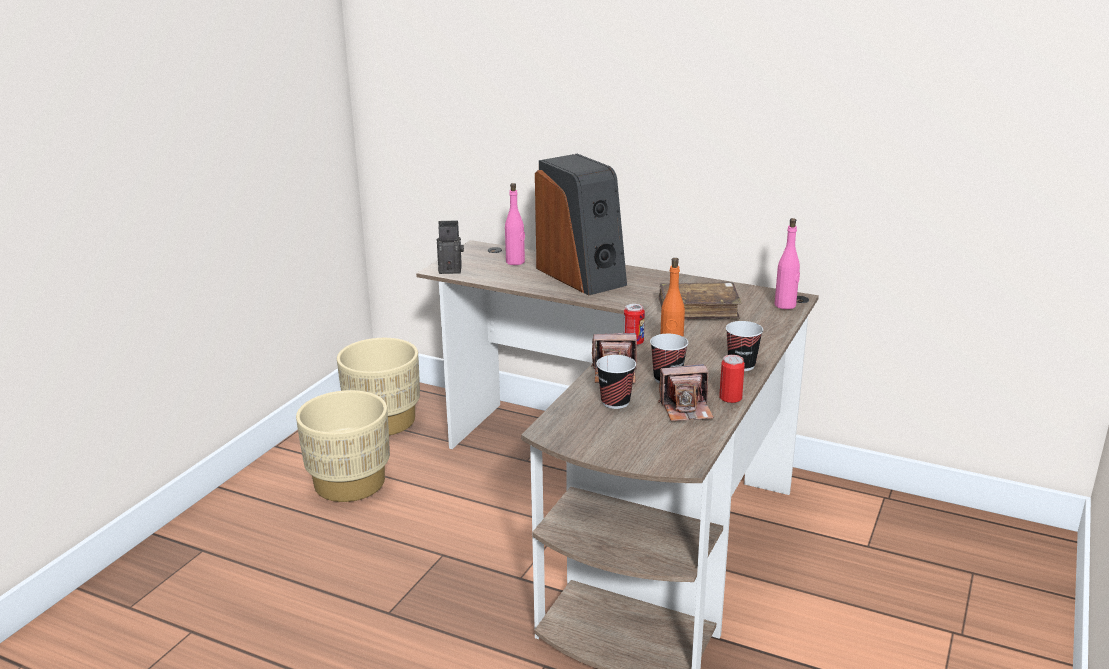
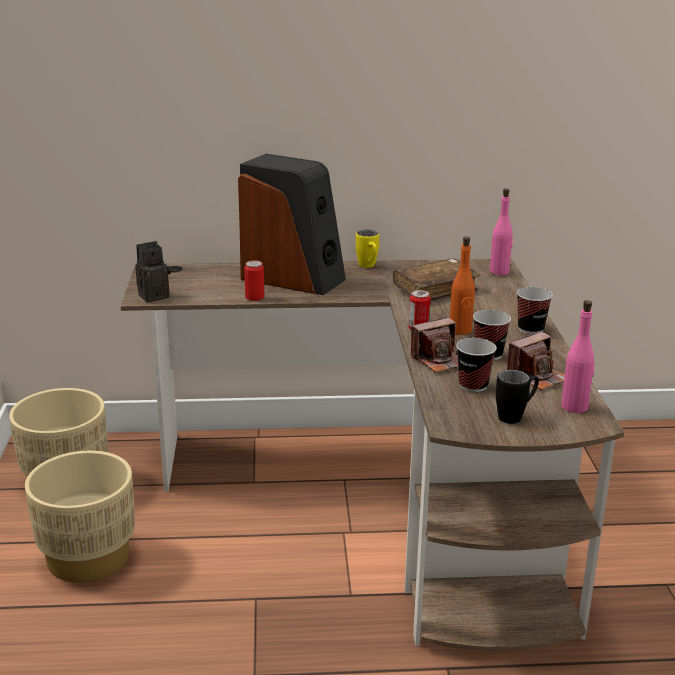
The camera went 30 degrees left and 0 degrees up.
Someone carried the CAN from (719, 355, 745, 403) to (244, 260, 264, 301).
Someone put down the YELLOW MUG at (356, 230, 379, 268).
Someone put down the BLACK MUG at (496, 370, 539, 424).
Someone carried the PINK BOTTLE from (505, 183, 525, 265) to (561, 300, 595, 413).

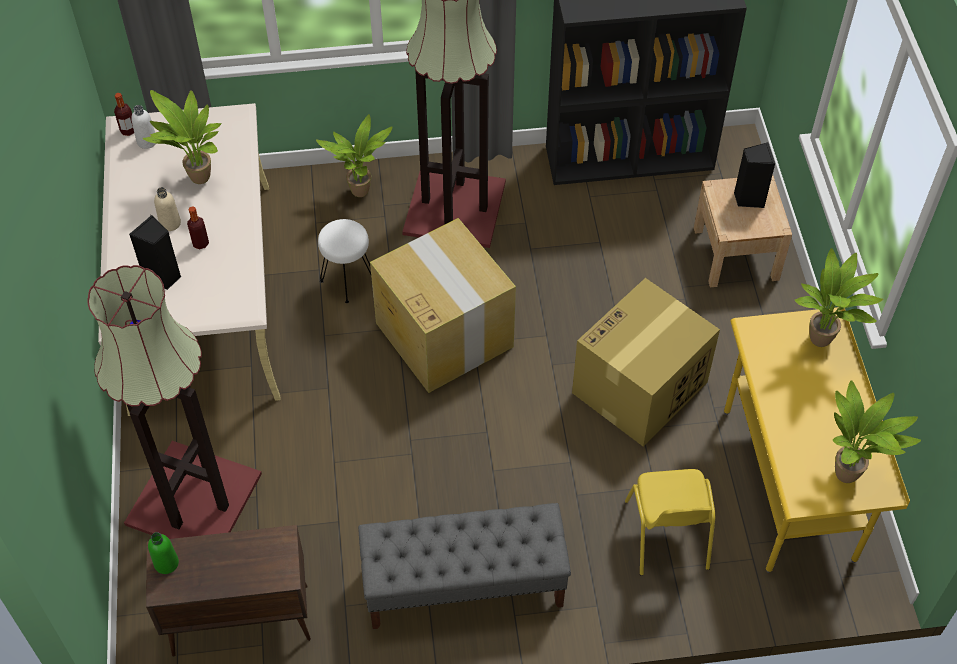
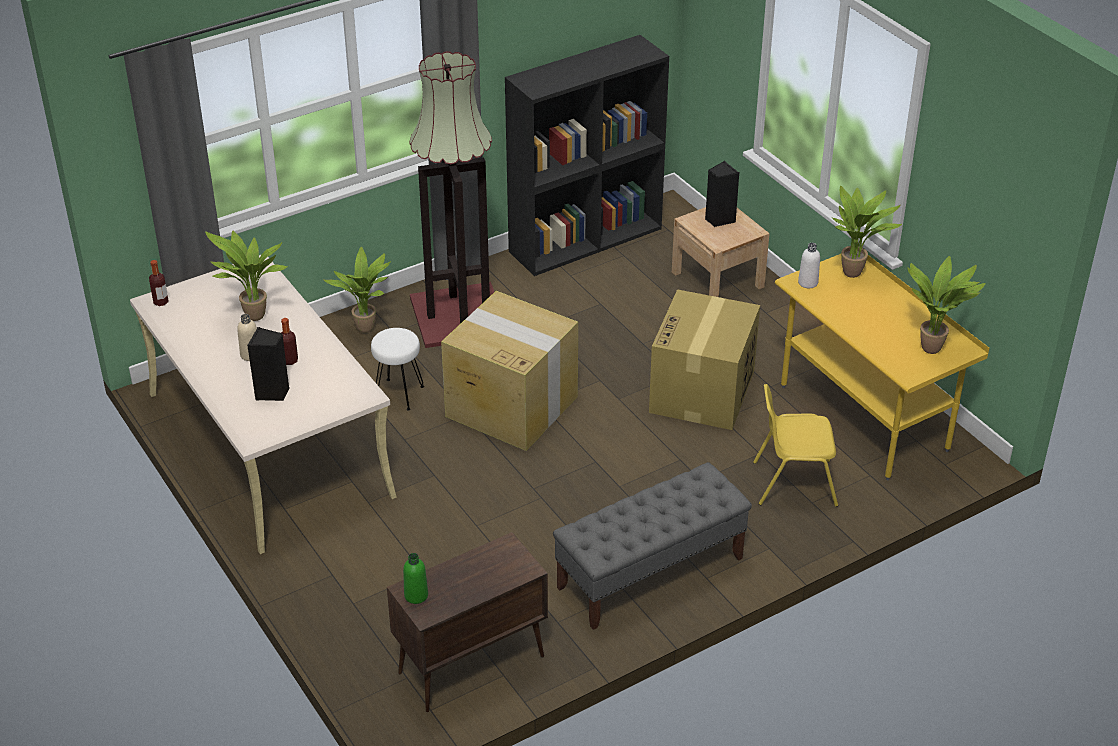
The camera went 25 degrees left and 15 degrees down.
Someone rotated the YELLOW CHAIR at (625, 469, 715, 576) by 120 degrees clockwise.
Someone carried the WHITE BOTTLE from (131, 105, 156, 149) to (798, 243, 820, 288).
Someone took away the FLOOR LAMP at (87, 265, 262, 539).

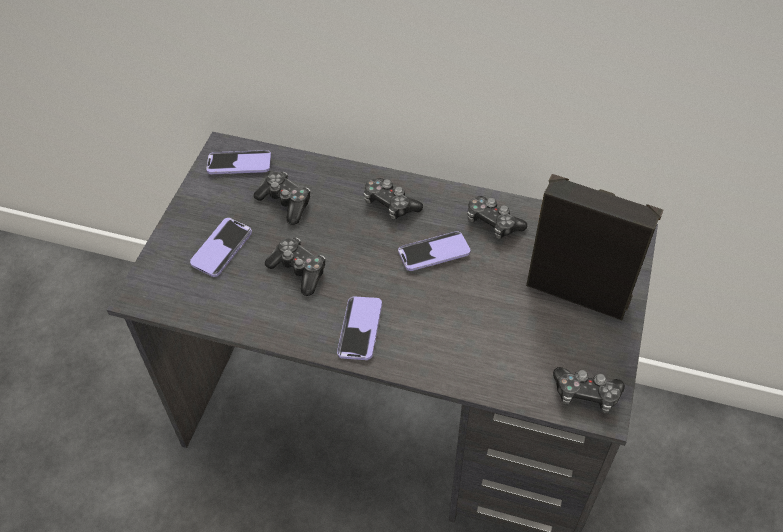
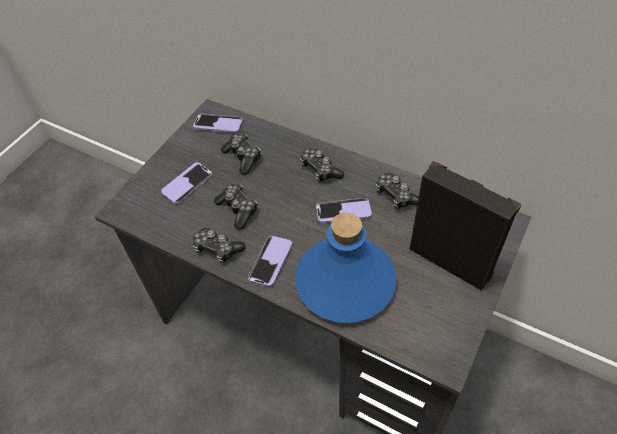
The camera went 15 degrees right and 0 degrees up.
Someone carried the GAME CONTROLLER from (553, 367, 625, 413) to (192, 228, 246, 263).
Someone put down the BLUE BOTTLE at (295, 213, 397, 323).

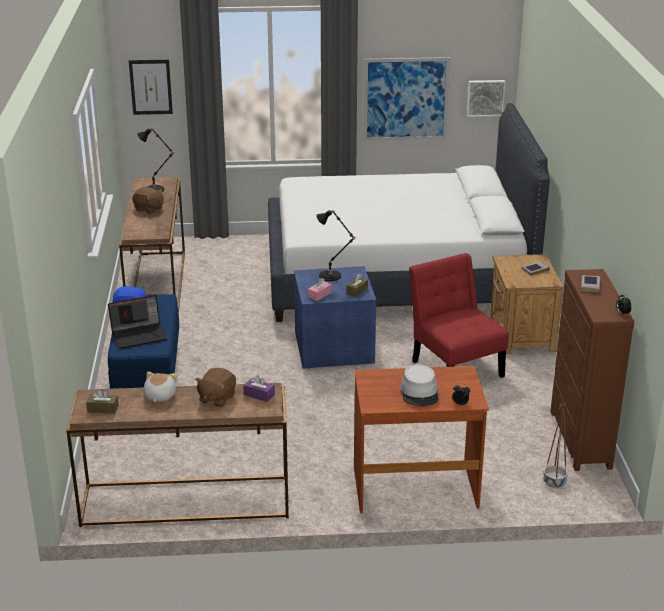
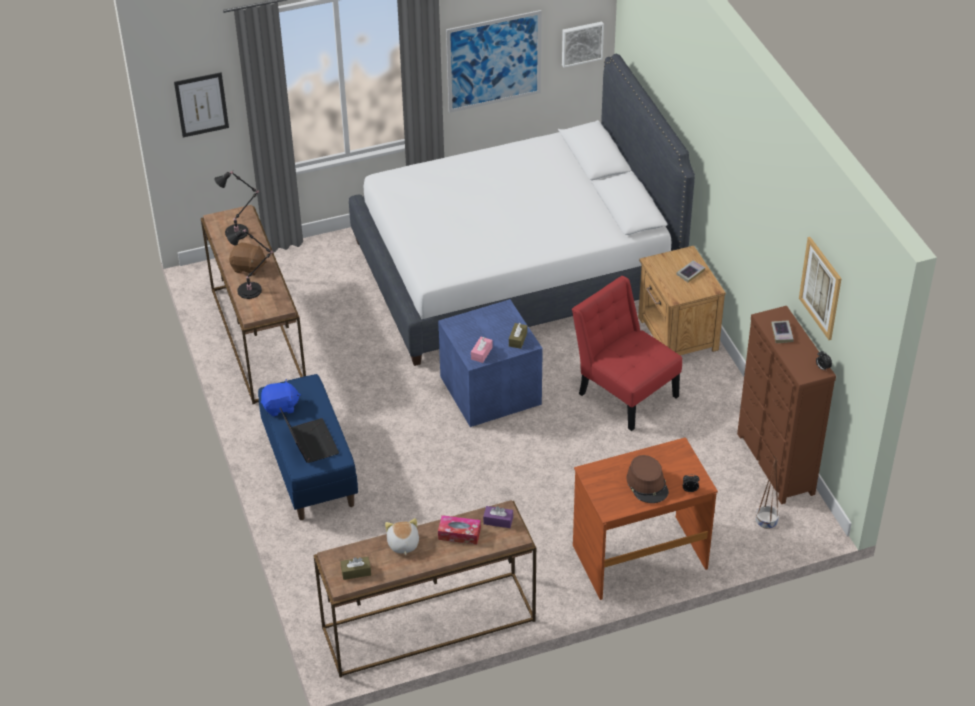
The camera went 15 degrees left and 15 degrees up.
Someone carried the BLACK TABLE LAMP from (316, 210, 356, 281) to (227, 229, 273, 299).
Someone rotated the LAPTOP at (108, 295, 168, 349) by 75 degrees counterclockwise.
Someone swapped the BROWN PLUSH TOY at (195, 368, 236, 407) for the TISSUE BOX at (438, 515, 481, 544).
Someone repainted the GREY HAT at (400, 364, 438, 406), which became the BROWN HAT at (627, 455, 669, 503).
Someone put up the PICTURE at (799, 237, 842, 340).

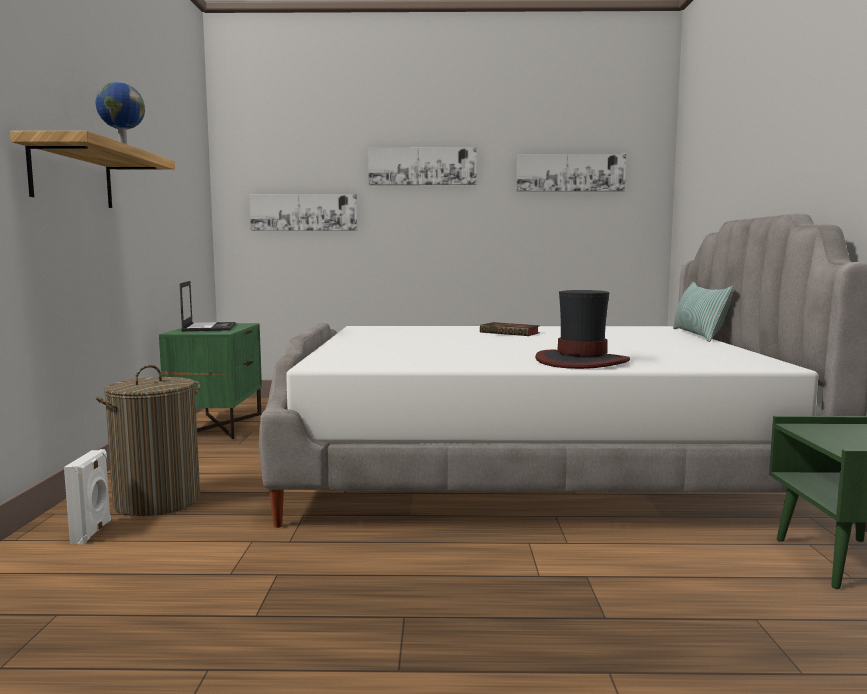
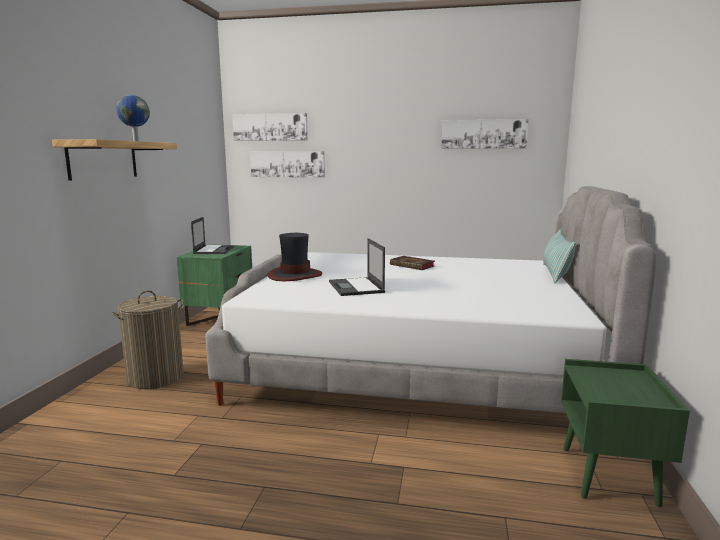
The camera went 10 degrees right and 5 degrees up.
Someone carried the PICTURE from (368, 147, 477, 185) to (232, 113, 308, 141).
Someone carried the HAT from (535, 290, 630, 369) to (268, 233, 322, 281).
Someone put down the LAPTOP at (329, 238, 385, 296).
Someone took away the WHITE SPEAKER at (64, 449, 111, 545).

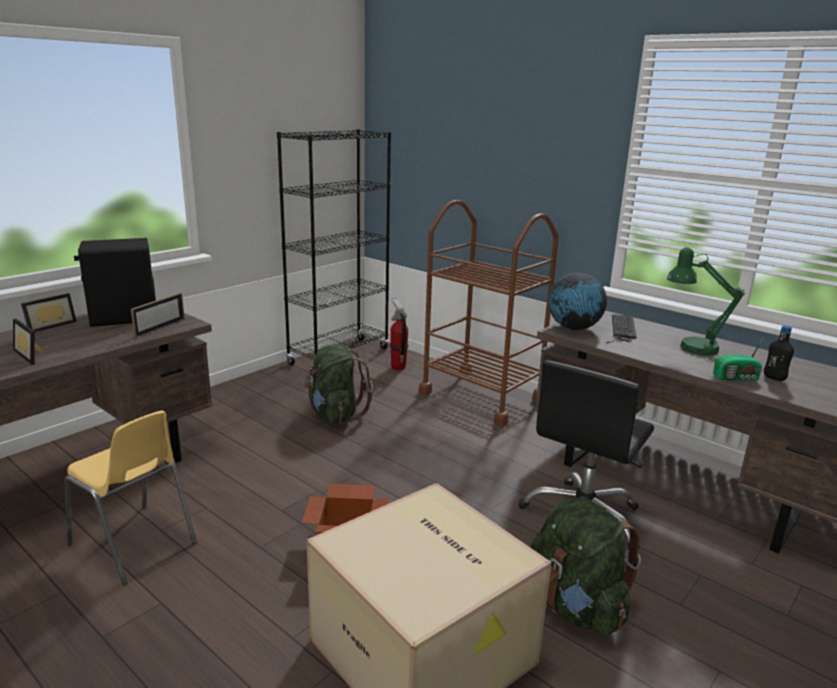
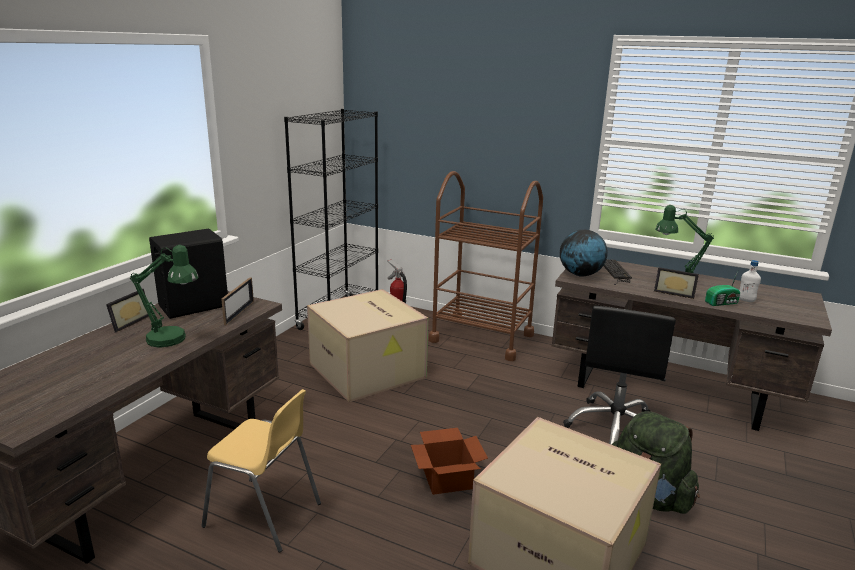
The camera went 15 degrees left and 0 degrees up.
Someone put down the GREEN TABLE LAMP at (130, 245, 199, 347).
Someone swapped the GREEN BACKPACK at (303, 344, 373, 424) for the CARDBOARD BOX at (307, 289, 428, 402).
Someone carried the PICTURE FRAME from (13, 318, 44, 365) to (654, 267, 699, 299).
Someone repainted the BLACK BOTTLE at (764, 325, 794, 381), which became the WHITE BOTTLE at (739, 260, 761, 302).

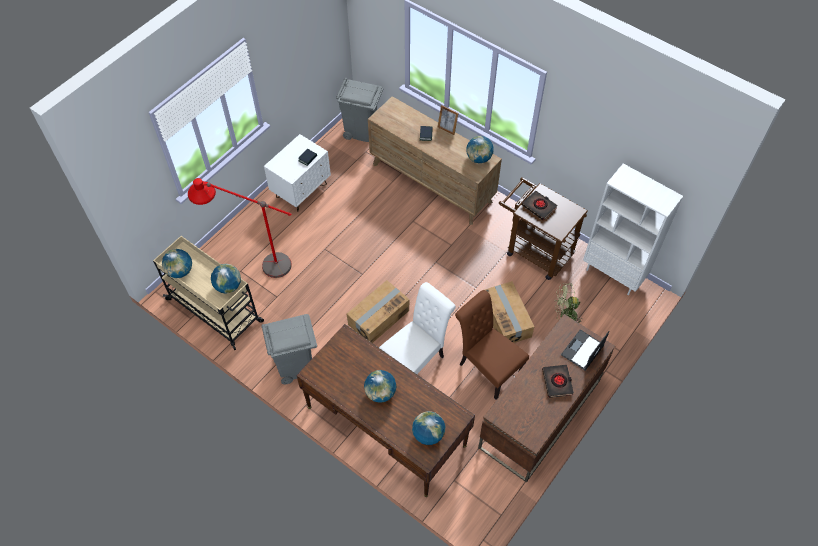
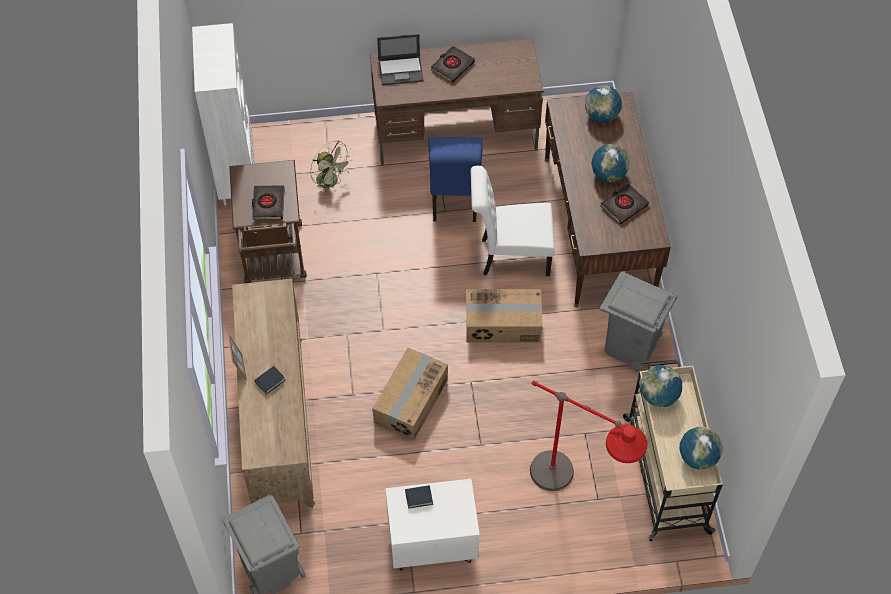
The camera went 135 degrees left and 0 degrees up.
Someone carried the CARDBOARD BOX from (485, 281, 534, 343) to (372, 348, 448, 441).
Someone repainted the BROWN CHAIR at (455, 290, 529, 400), which became the BLUE CHAIR at (429, 137, 483, 222).
Someone put down the BLACK BOOK at (600, 183, 649, 224).
Someone took away the GLOBE at (466, 136, 494, 163).

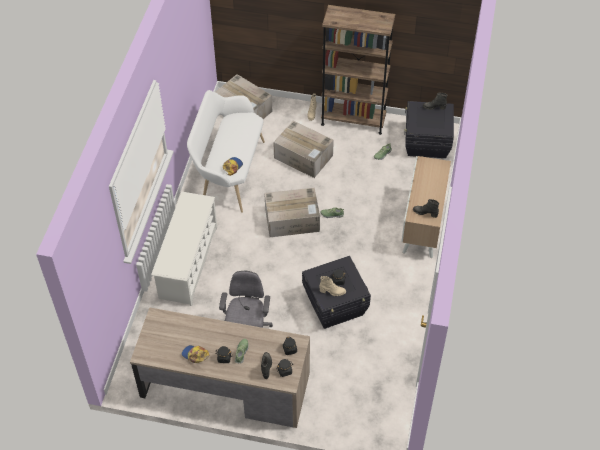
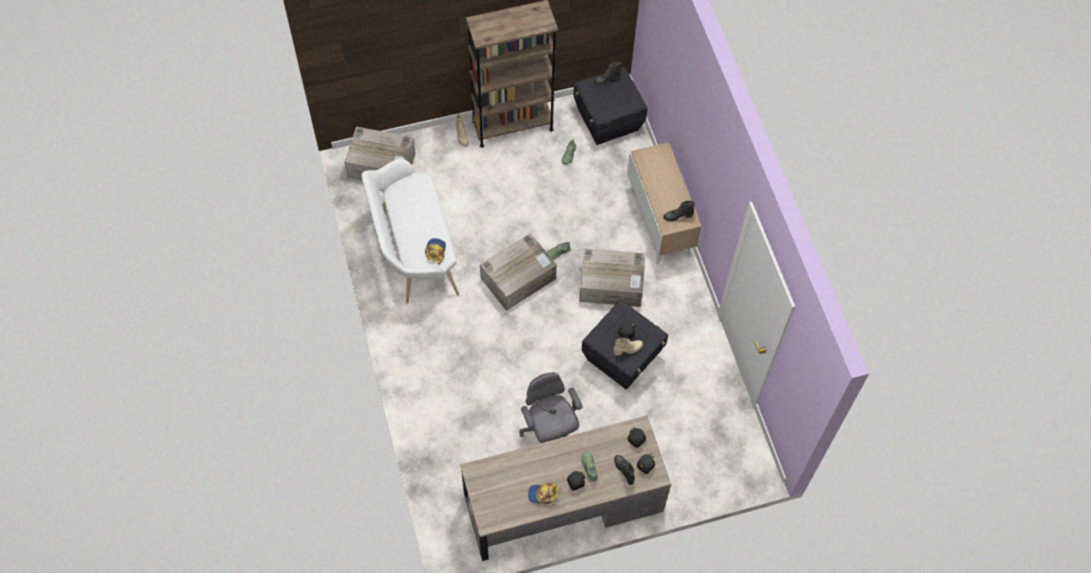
The camera went 30 degrees left and 10 degrees up.
Someone carried the CARDBOARD BOX from (273, 121, 334, 178) to (579, 248, 645, 307).
Someone took away the WHITE SHOE RACK at (151, 192, 217, 306).

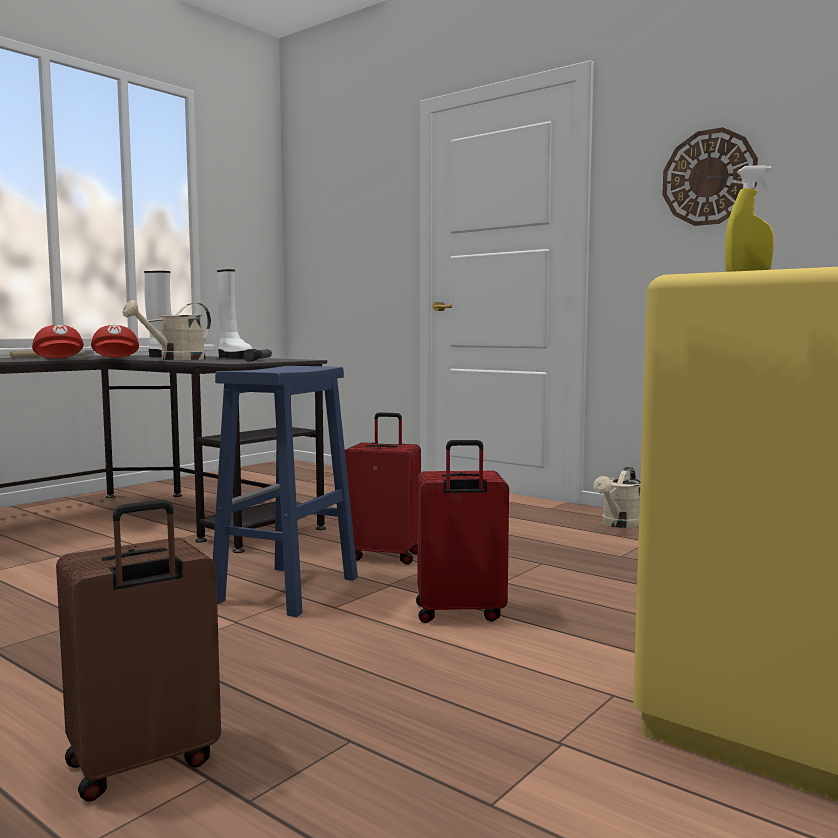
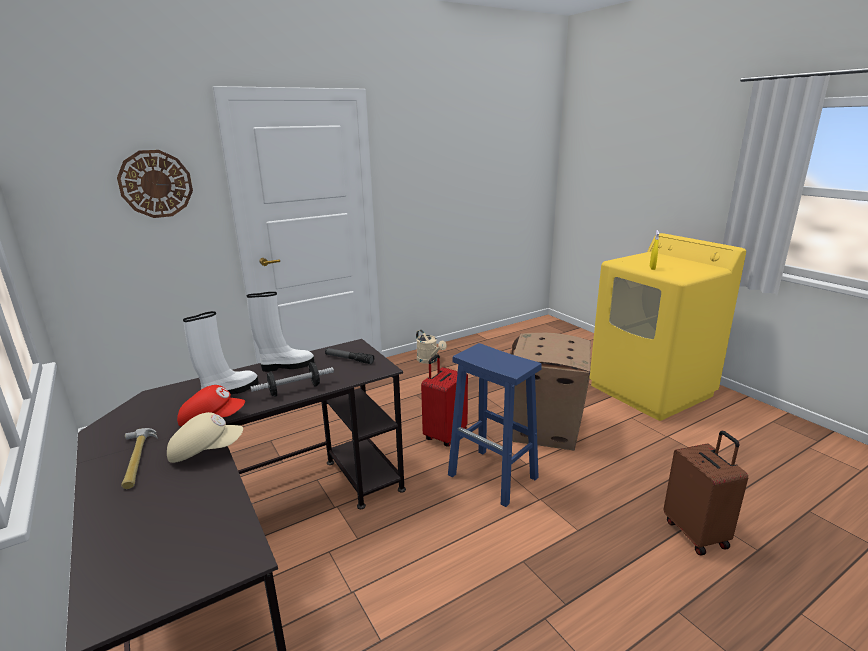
The camera went 70 degrees left and 15 degrees up.
Someone carried the WALL CLOCK from (662, 127, 758, 226) to (117, 150, 193, 218).
Someone repainted the RED CAP at (32, 325, 84, 358), which became the BEIGE CAP at (167, 412, 243, 463).
Someone swapped the BEIGE WATERING CAN at (122, 300, 211, 360) for the DUMBBELL at (250, 362, 334, 397).
Someone swapped the RED SUITCASE at (416, 440, 509, 623) for the CARDBOARD BOX at (510, 333, 591, 451).

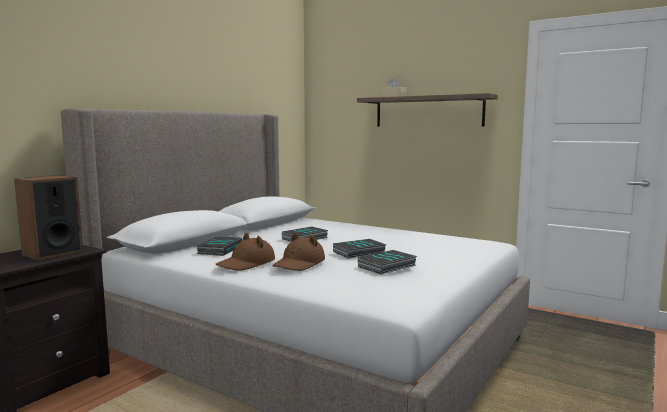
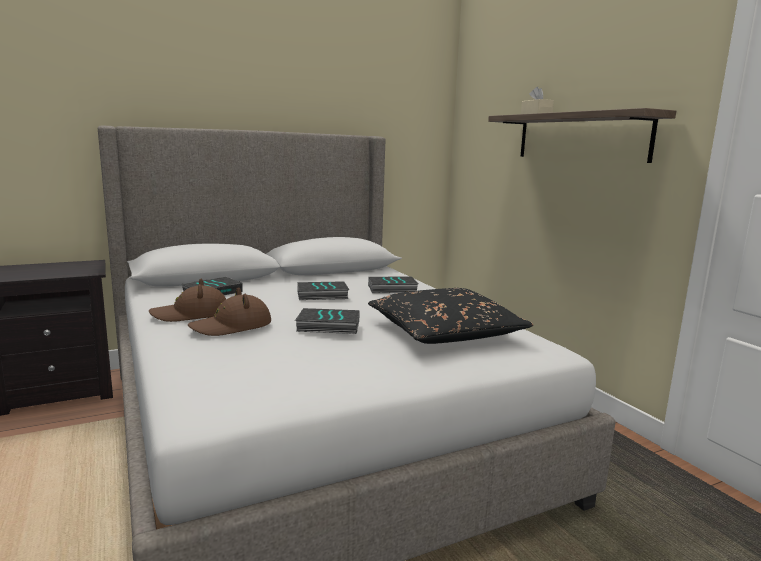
The camera went 30 degrees right and 5 degrees up.
Someone carried the BOOK from (358, 250, 417, 275) to (368, 277, 418, 293).
Someone put down the BLACK PILLOW at (368, 288, 533, 344).
Someone took away the SPEAKER at (14, 175, 83, 261).

